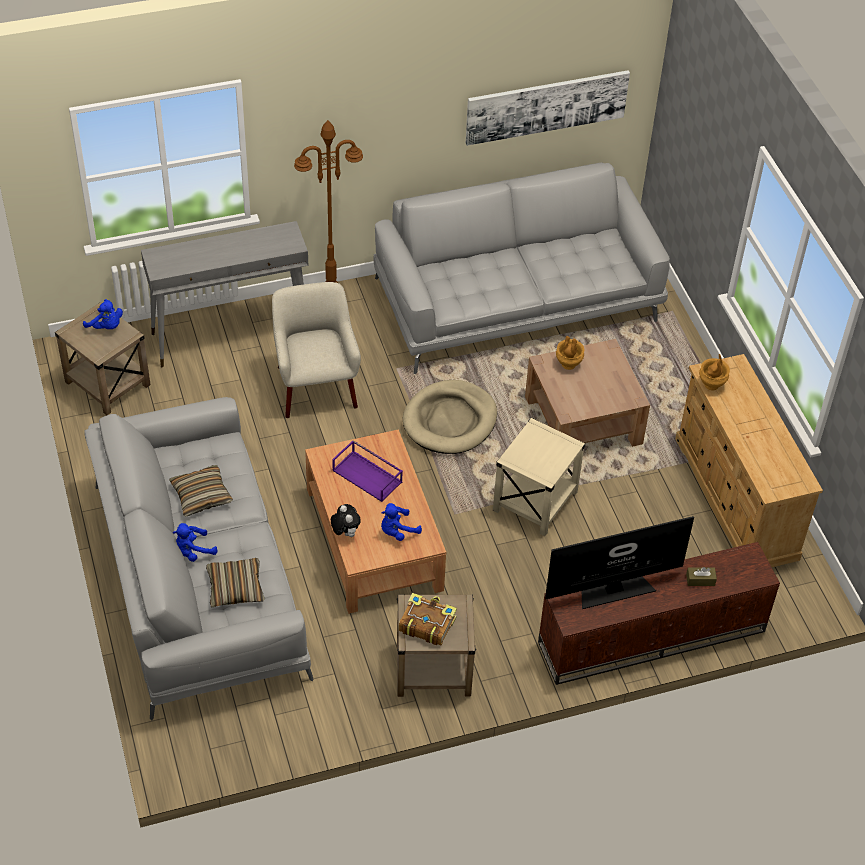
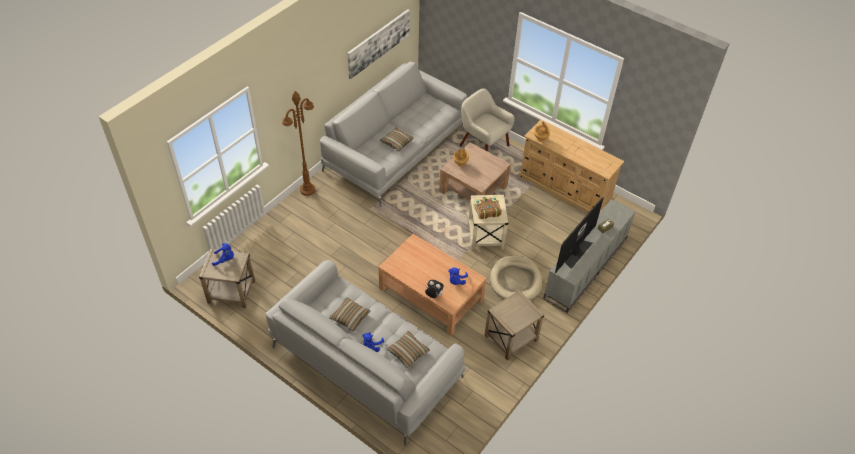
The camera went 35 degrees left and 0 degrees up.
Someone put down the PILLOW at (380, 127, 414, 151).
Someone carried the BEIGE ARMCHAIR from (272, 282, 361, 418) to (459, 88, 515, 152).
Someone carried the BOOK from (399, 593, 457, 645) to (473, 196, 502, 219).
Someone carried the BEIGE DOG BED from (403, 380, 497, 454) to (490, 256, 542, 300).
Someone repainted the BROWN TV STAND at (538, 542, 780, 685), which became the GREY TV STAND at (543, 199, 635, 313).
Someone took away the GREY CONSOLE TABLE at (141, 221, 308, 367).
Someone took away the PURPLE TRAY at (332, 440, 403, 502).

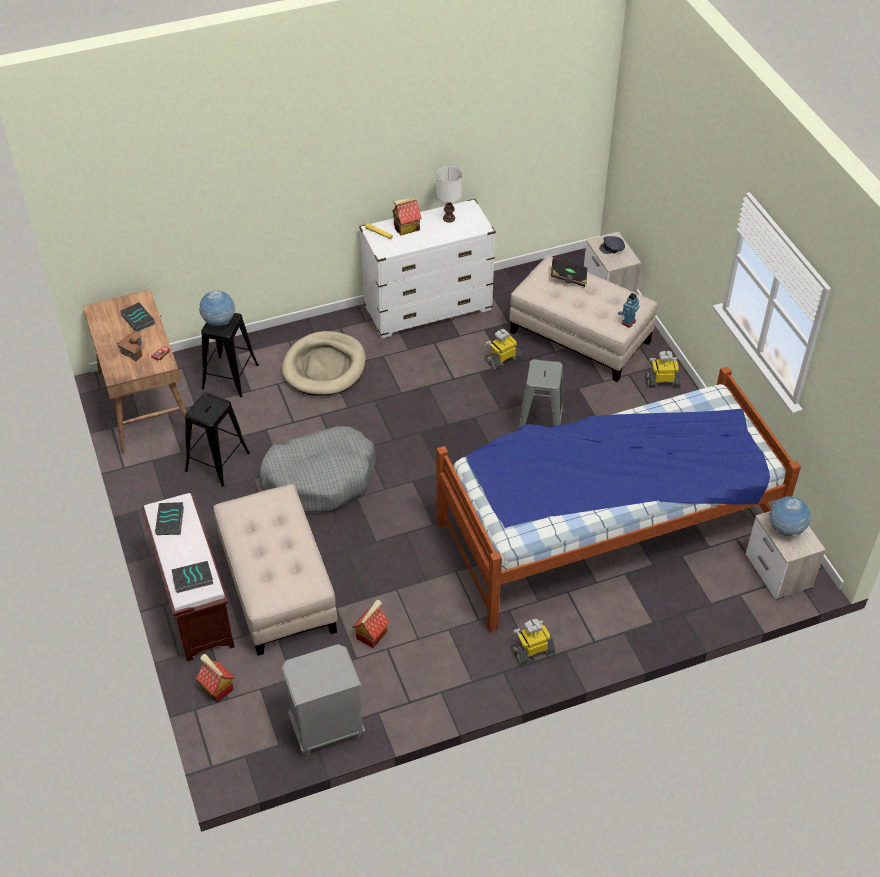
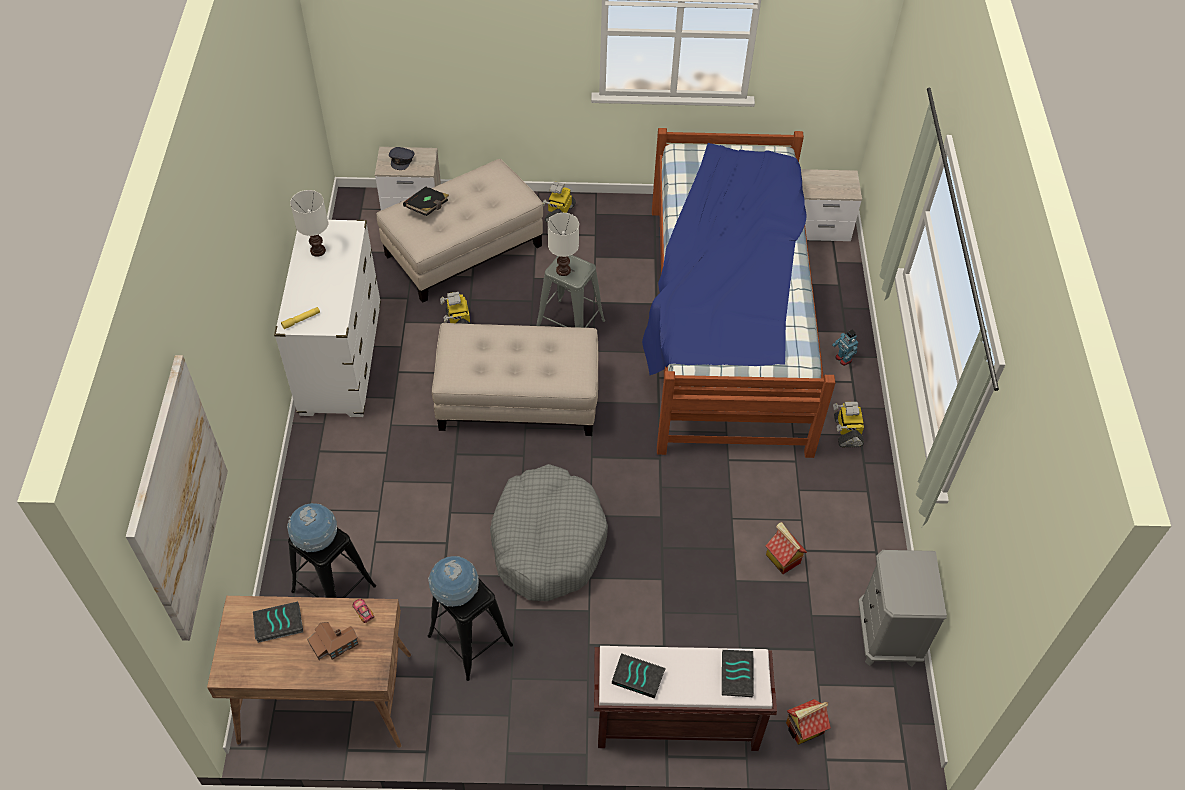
The camera went 70 degrees left and 5 degrees up.
Someone put up the PICTURE at (126, 355, 228, 641).
Someone carried the GLOBE from (768, 496, 811, 536) to (428, 556, 479, 607).
Someone carried the BEIGE OTTOMAN from (213, 484, 337, 656) to (432, 323, 599, 436).
Someone put down the WHITE TABLE LAMP at (548, 213, 579, 276).
Someone carried the TOY ROBOT from (618, 293, 640, 328) to (832, 330, 858, 366).
Someone took away the BEIGE DOG BED at (282, 331, 366, 396).
Someone took away the TOY HOUSE at (392, 197, 422, 235).

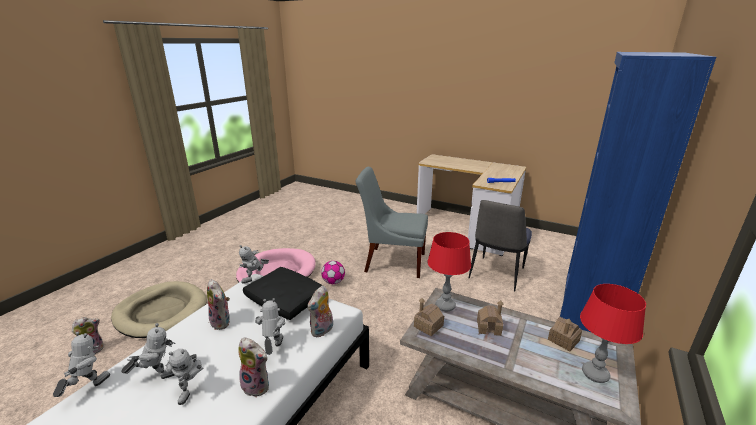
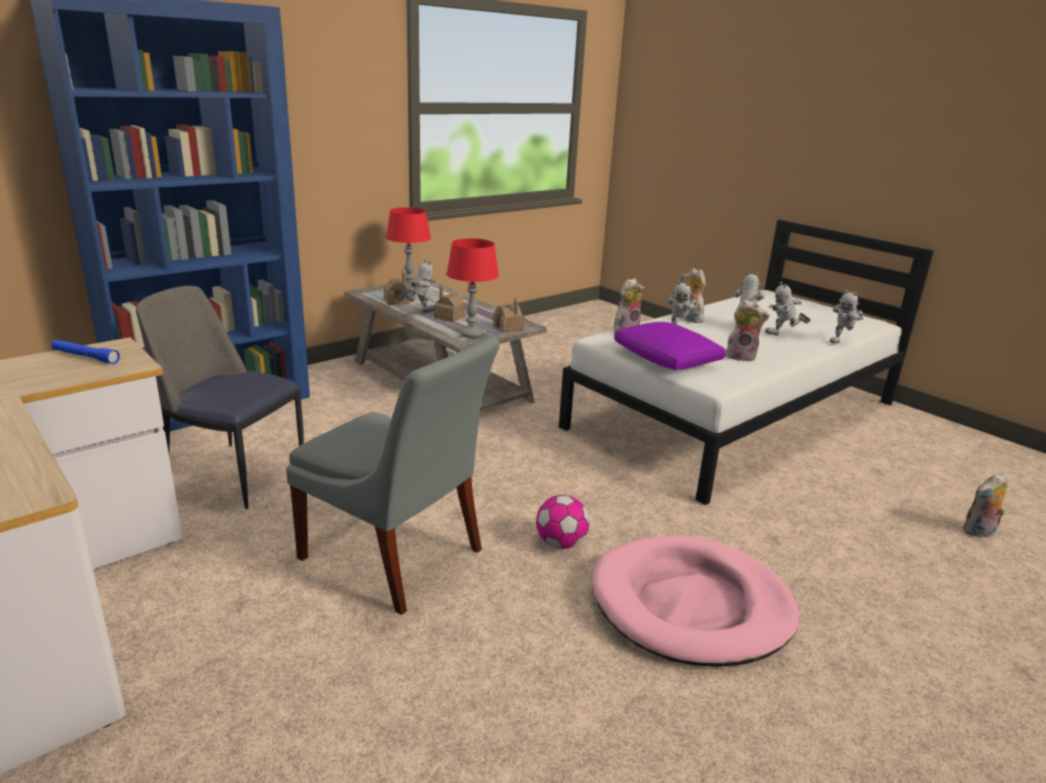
The camera went 160 degrees left and 0 degrees up.
Someone rotated the CHAIR at (469, 200, 532, 292) by 120 degrees counterclockwise.
Someone carried the TOY ROBOT from (239, 245, 269, 284) to (397, 260, 436, 313).
Someone repainted the BLACK PILLOW at (243, 267, 323, 320), which became the PURPLE PILLOW at (614, 322, 726, 370).
Someone rotated the PLUSH TOY at (207, 279, 230, 330) by 120 degrees clockwise.
Someone took away the BEIGE DOG BED at (111, 281, 207, 338).

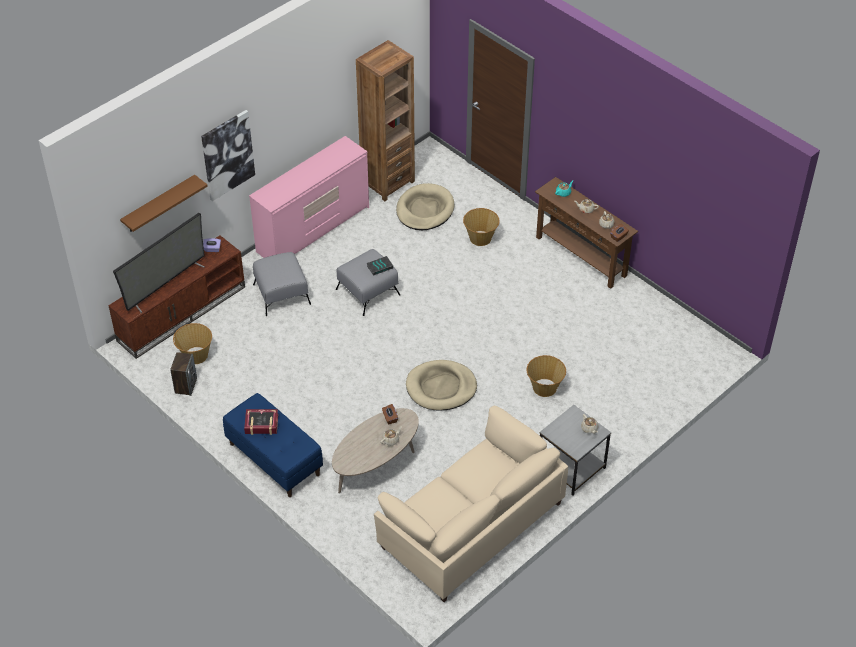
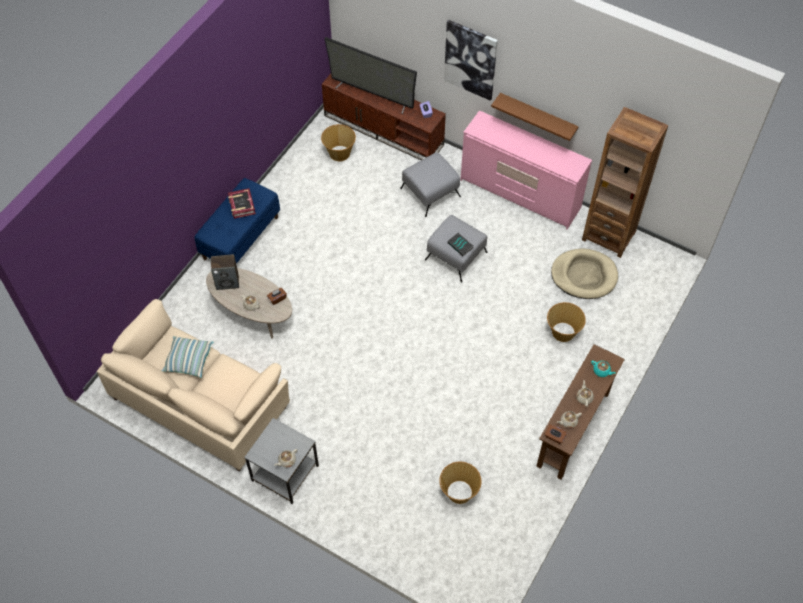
The camera went 75 degrees right and 10 degrees up.
Someone put down the PILLOW at (162, 336, 213, 378).
Someone carried the SPEAKER from (170, 352, 197, 396) to (211, 254, 239, 290).
Someone carried the BASKET from (526, 355, 566, 397) to (439, 462, 481, 504).
Someone carried the BROWN SHELF from (120, 175, 208, 232) to (491, 93, 579, 141).
Someone took away the BEIGE DOG BED at (406, 360, 477, 410).

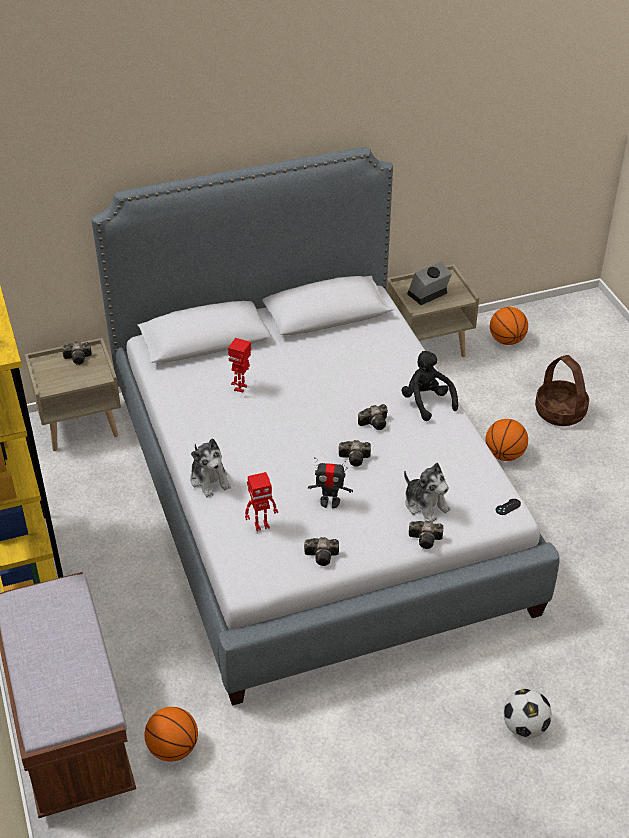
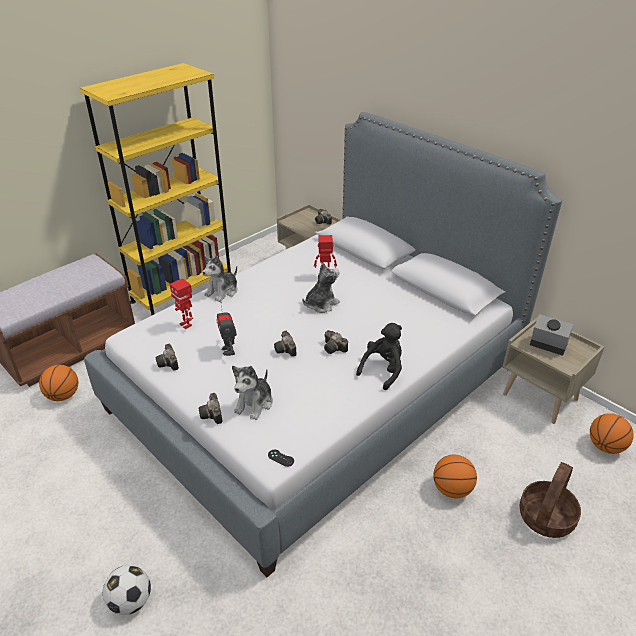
The camera went 65 degrees right and 5 degrees down.
Someone put down the PLUSH TOY at (302, 262, 340, 313).

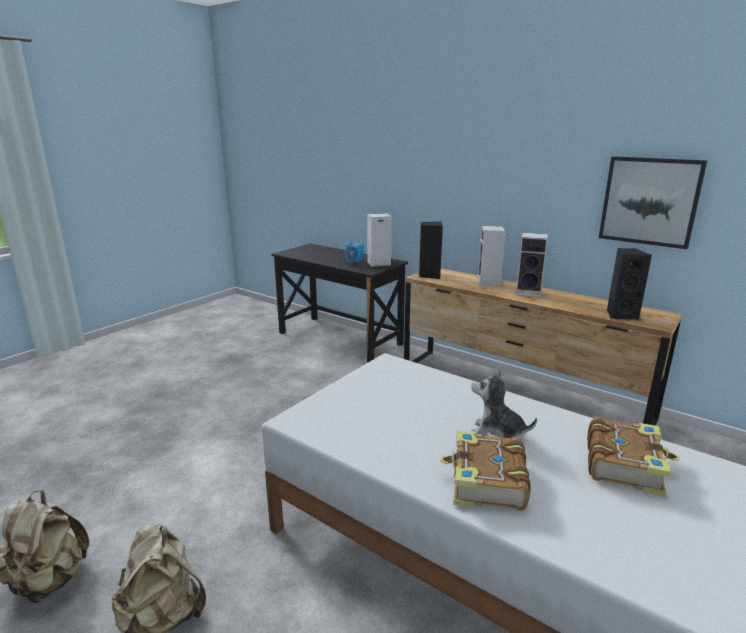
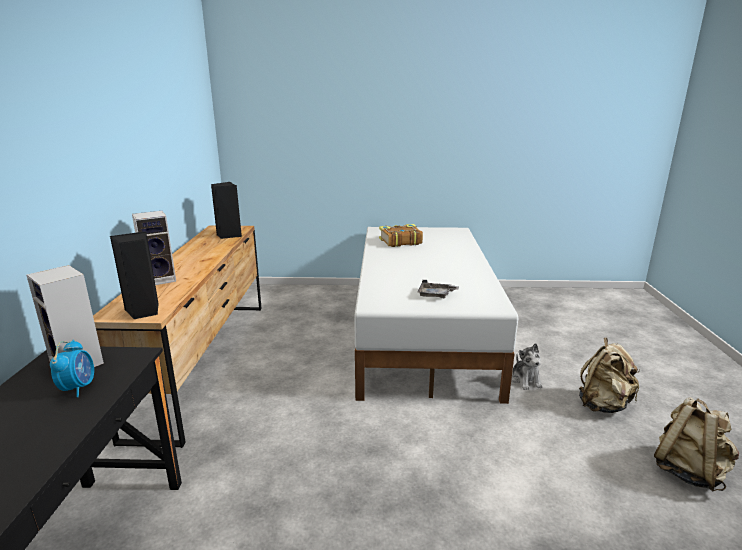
The camera went 125 degrees left and 0 degrees up.
Someone put down the GREY TRAY at (417, 280, 459, 298).
Someone carried the PLUSH TOY from (471, 371, 537, 439) to (512, 343, 543, 390).
Someone took away the BOOK at (440, 430, 531, 511).
Someone took away the SPEAKER at (516, 233, 548, 297).
Someone took away the PICTURE at (599, 156, 707, 249).

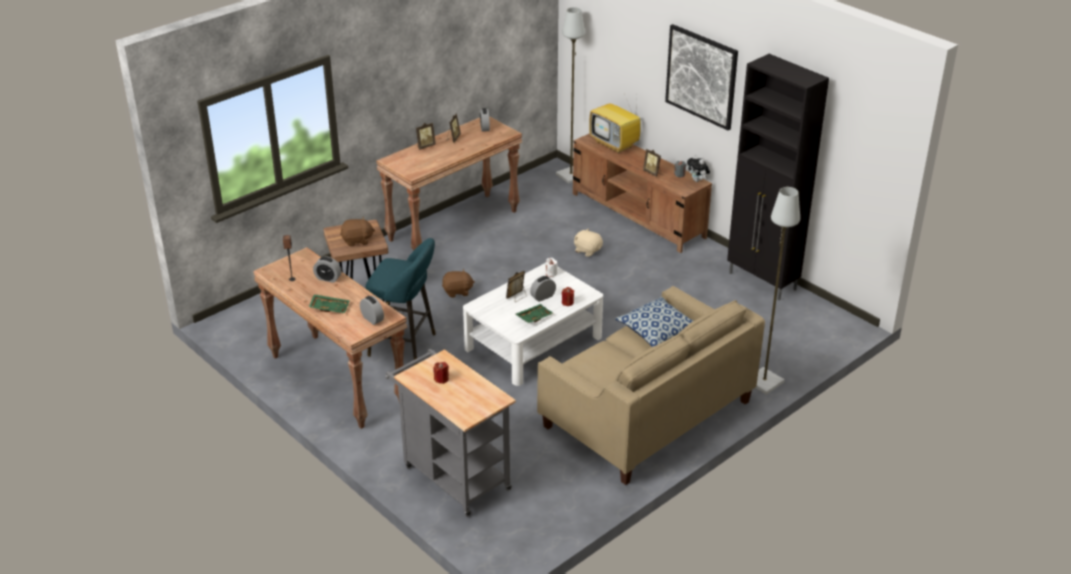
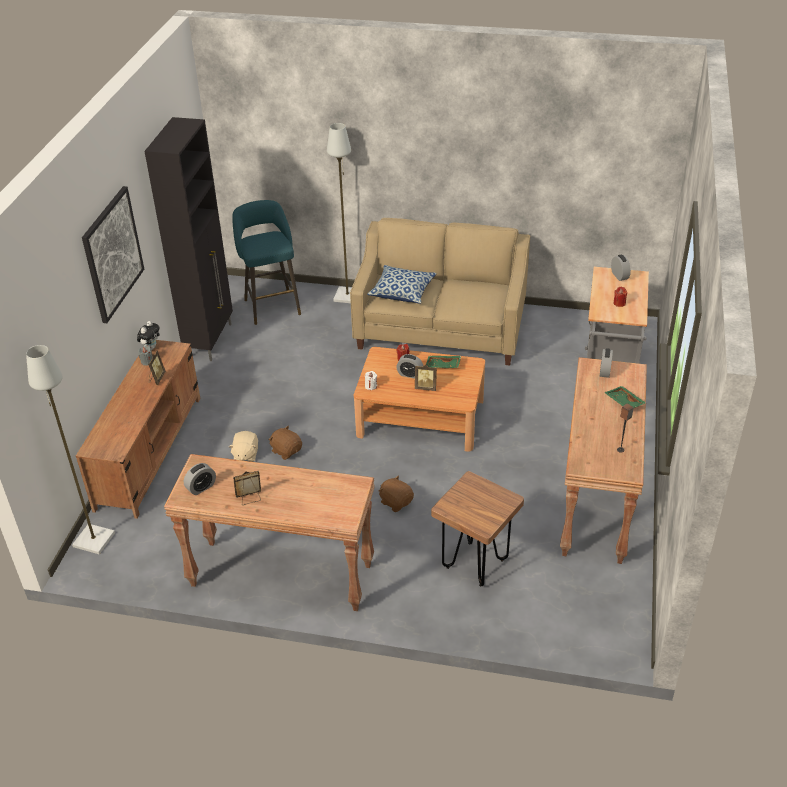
The camera went 125 degrees left and 5 degrees up.
Someone carried the TURQUOISE STOOL from (366, 238, 436, 365) to (232, 200, 301, 325).
Someone carried the BROWN PLUSH TOY from (340, 217, 375, 247) to (268, 426, 302, 460).
Someone repainted the WHITE COFFEE TABLE at (463, 263, 603, 386), which became the BROWN COFFEE TABLE at (354, 347, 485, 452).
Someone carried the ALARM CLOCK from (313, 256, 341, 283) to (611, 255, 631, 281).
Someone took away the PICTURE FRAME at (416, 123, 436, 150).
Someone took away the TELEVISION at (589, 94, 641, 153).

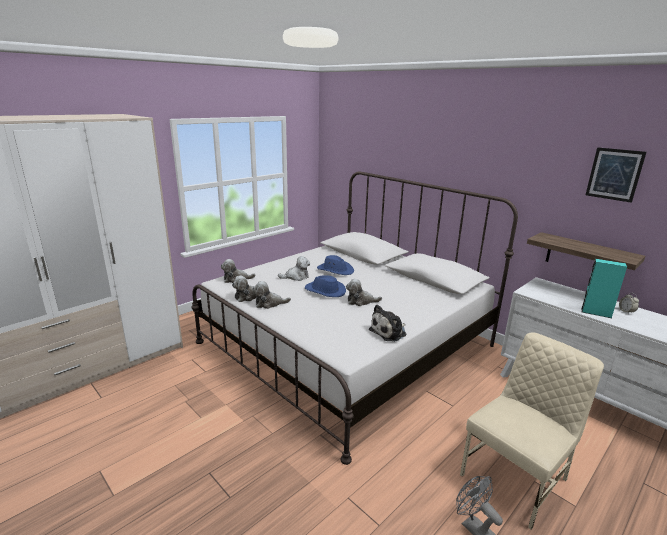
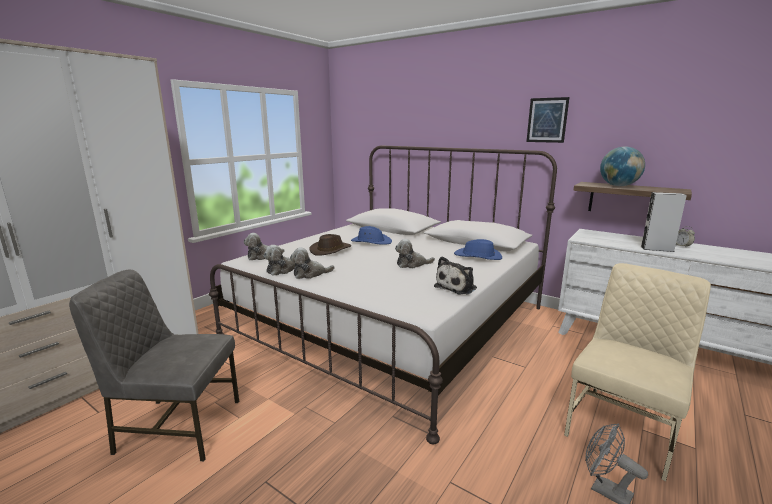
The camera went 10 degrees left and 5 degrees down.
Someone put down the GREY CHAIR at (69, 270, 239, 461).
Someone swapped the PLUSH TOY at (278, 256, 310, 281) for the BROWN HAT at (309, 234, 351, 256).
Someone carried the BLUE HAT from (305, 275, 346, 297) to (454, 239, 502, 260).
Someone carried the PICTURE from (586, 147, 647, 203) to (526, 97, 570, 143).
Someone put down the GLOBE at (600, 146, 645, 186).
Someone repainted the TURQUOISE SPEAKER at (581, 259, 627, 318), which became the GREY SPEAKER at (641, 192, 687, 252).

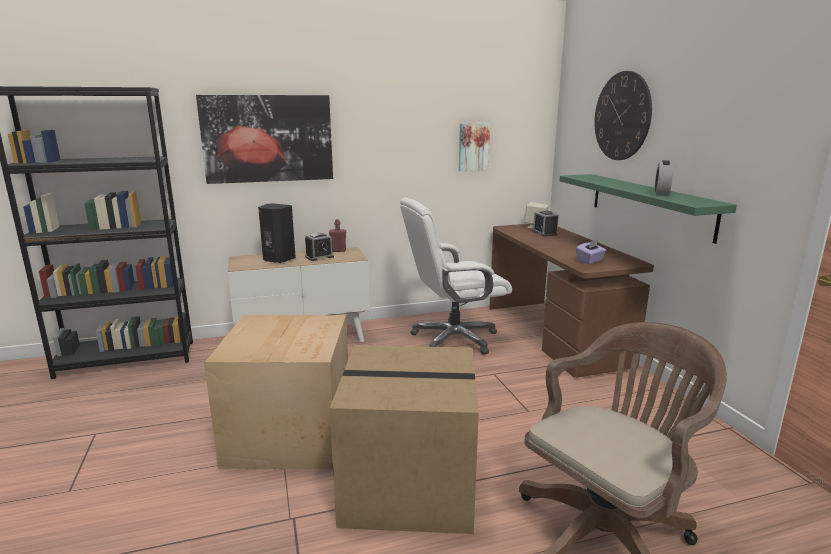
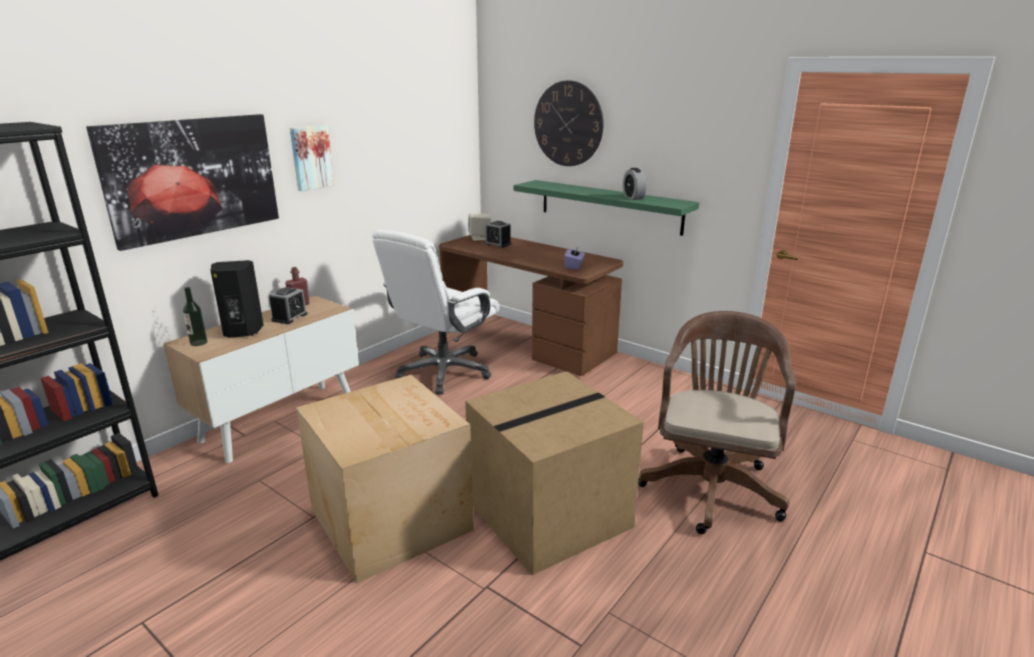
The camera went 35 degrees left and 5 degrees up.
Someone put down the BOTTLE at (183, 287, 208, 346).
Someone carried the PICTURE from (459, 123, 490, 171) to (290, 125, 334, 191).

